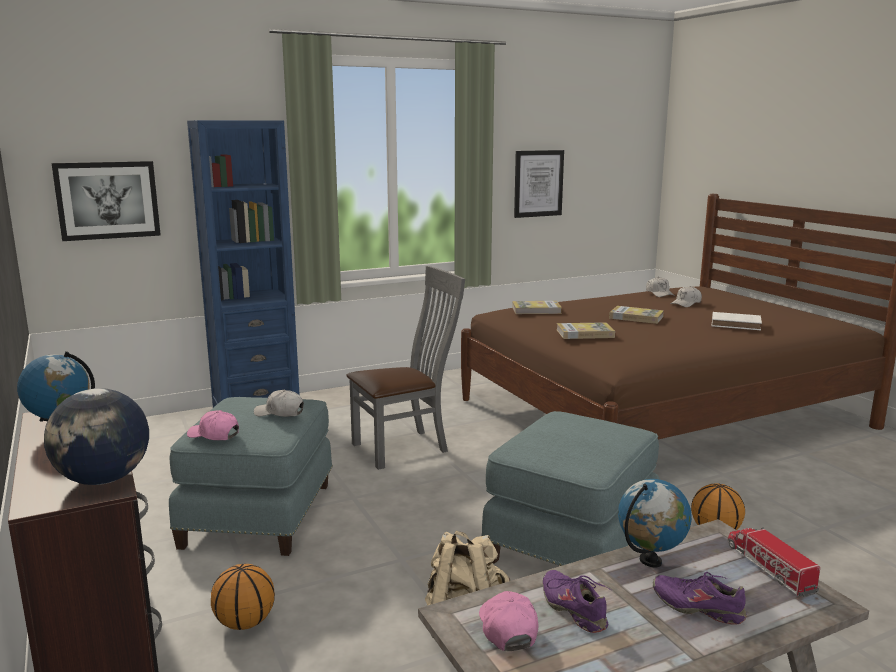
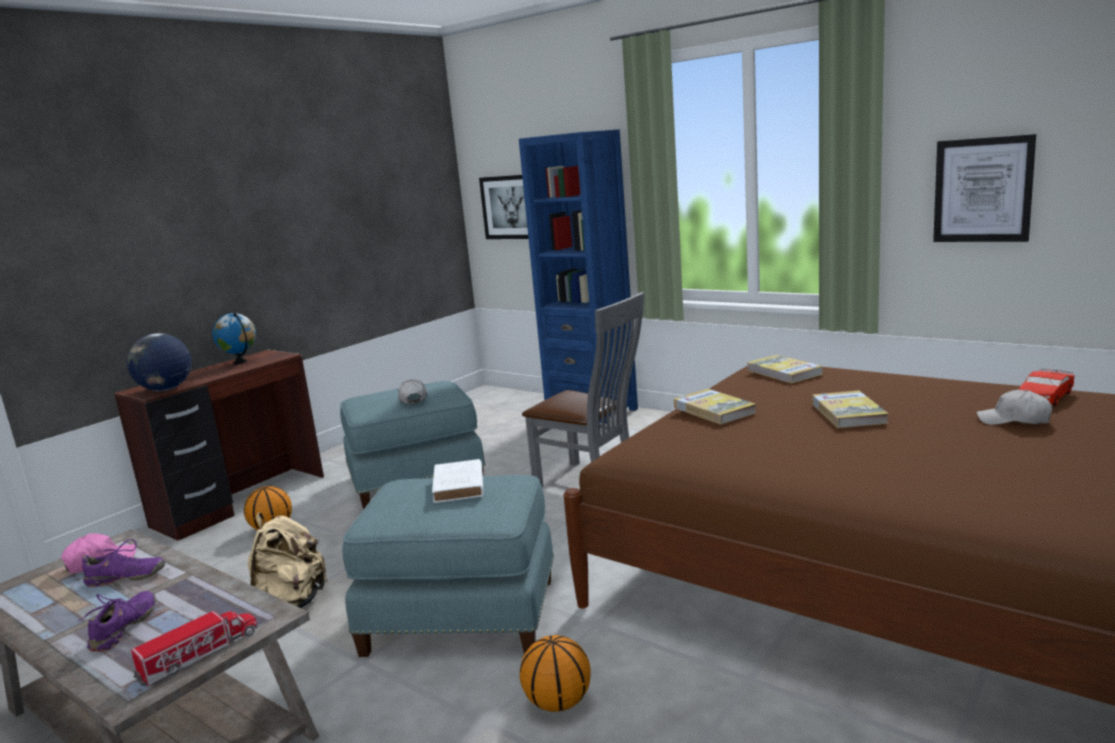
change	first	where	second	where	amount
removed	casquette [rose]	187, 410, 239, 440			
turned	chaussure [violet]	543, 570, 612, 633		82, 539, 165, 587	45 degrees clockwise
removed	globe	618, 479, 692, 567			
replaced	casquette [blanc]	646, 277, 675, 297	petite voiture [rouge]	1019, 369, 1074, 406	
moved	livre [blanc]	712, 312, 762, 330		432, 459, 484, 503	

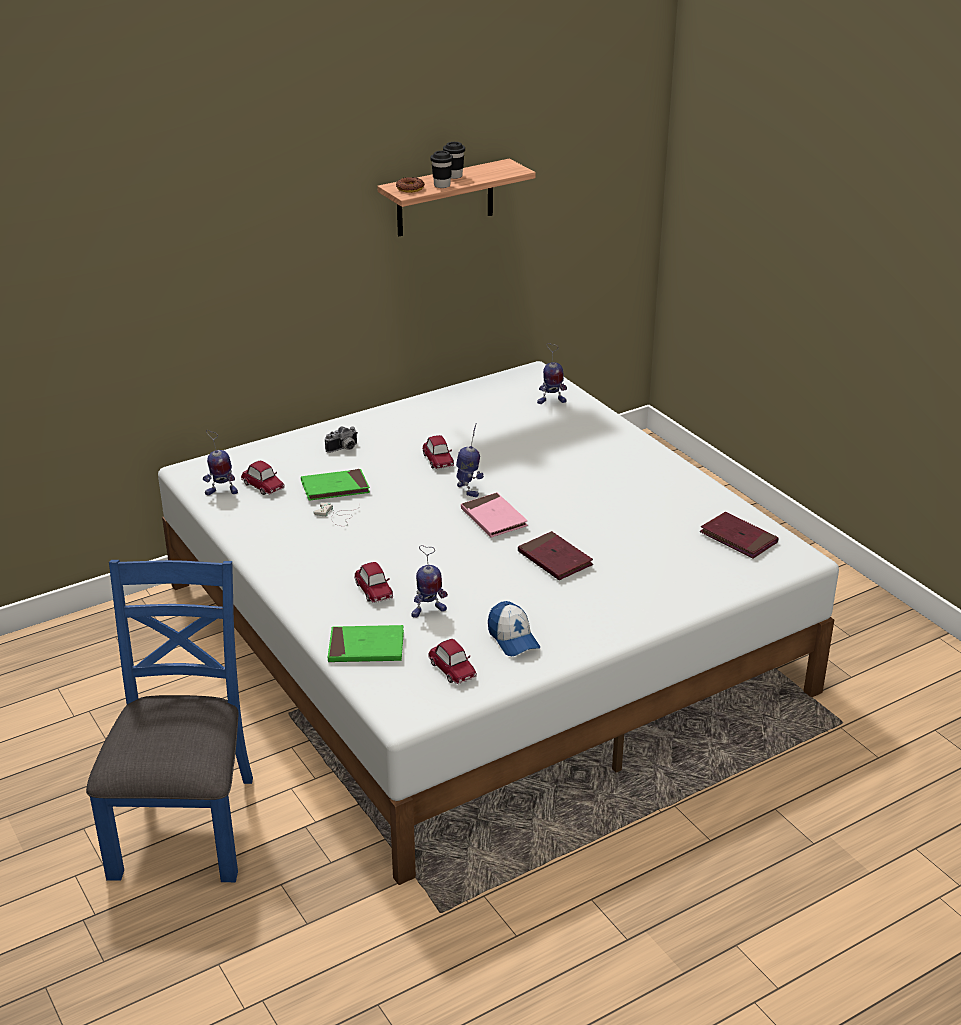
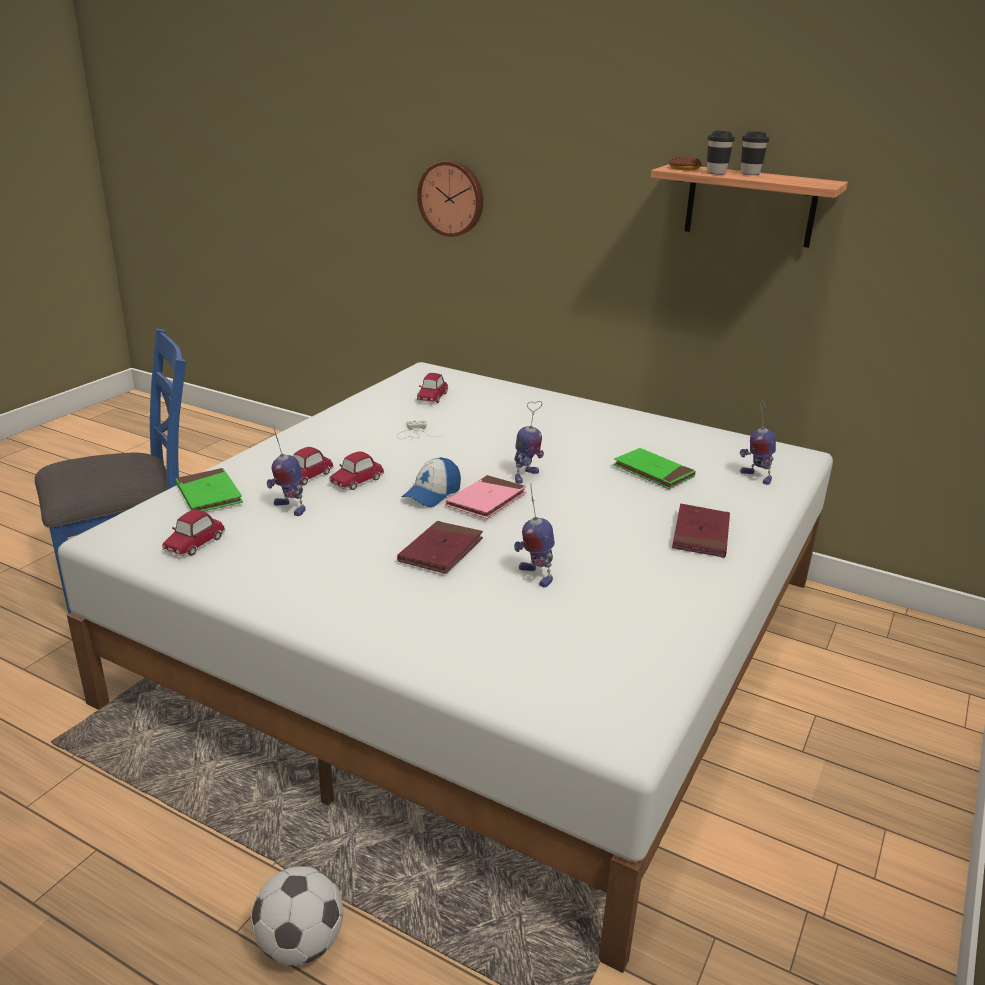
change	first	where	second	where	amount
moved	robot jouet	203, 430, 238, 495		514, 483, 555, 587	
moved	livre [vert]	301, 469, 370, 501		613, 448, 696, 489	
removed	appareil photo	325, 426, 358, 453			
moved	petite voiture	422, 435, 454, 469		329, 451, 384, 490	
moved	casquette	488, 601, 540, 656		402, 457, 461, 507	
moved	livre [rouge]	700, 512, 779, 559		672, 504, 730, 558	
added			ballon de foot	251, 866, 343, 965	
added			horloge murale	417, 161, 483, 237	

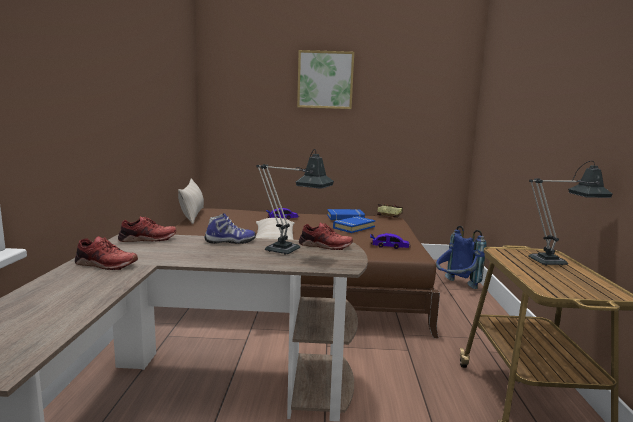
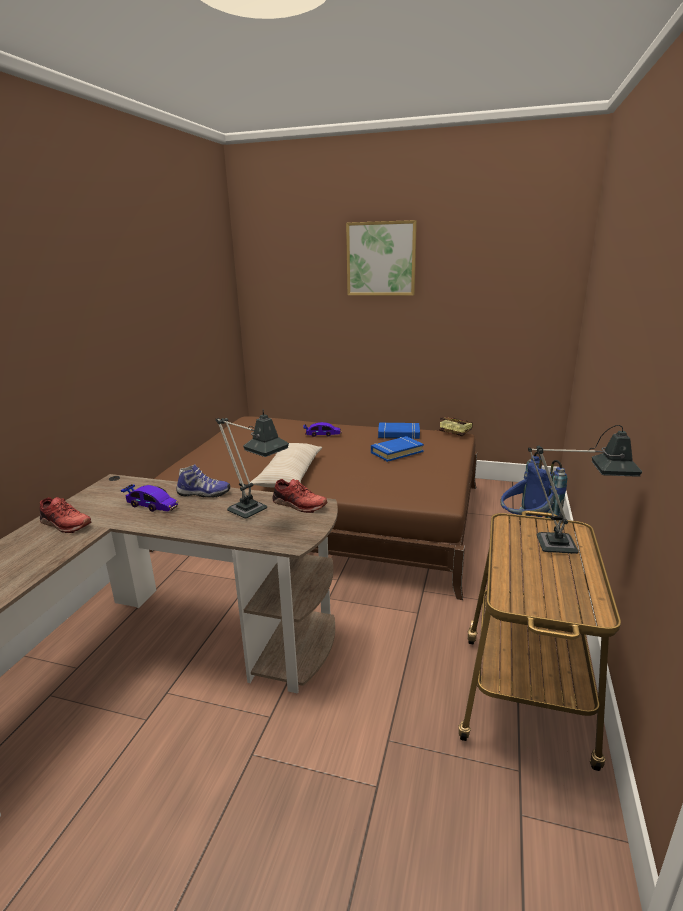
change	first	where	second	where	amount
removed	chaussure [rouge]	118, 216, 176, 242			
removed	coussin [beige]	178, 178, 204, 224			
moved	petite voiture	370, 233, 411, 249		121, 484, 178, 512	

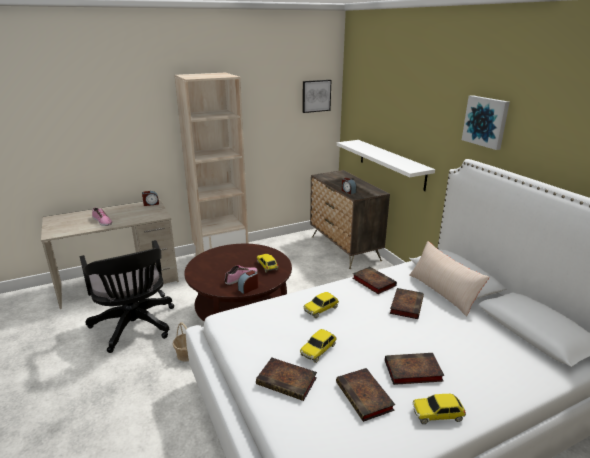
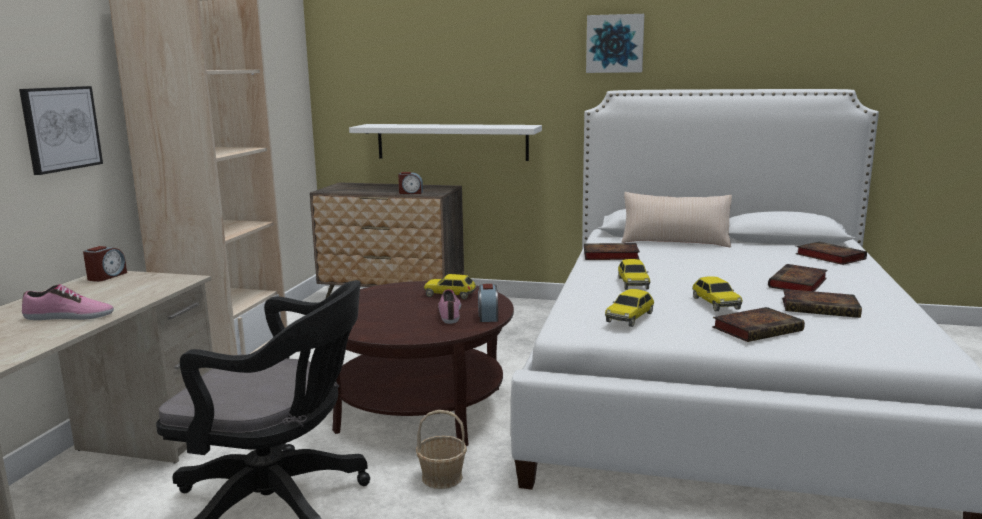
change	first	where	second	where	amount
moved	tableau	302, 80, 331, 113		19, 86, 103, 175	
moved	livre	390, 288, 424, 319		796, 242, 867, 265	
moved	petite voiture	413, 394, 466, 424		605, 289, 654, 327	

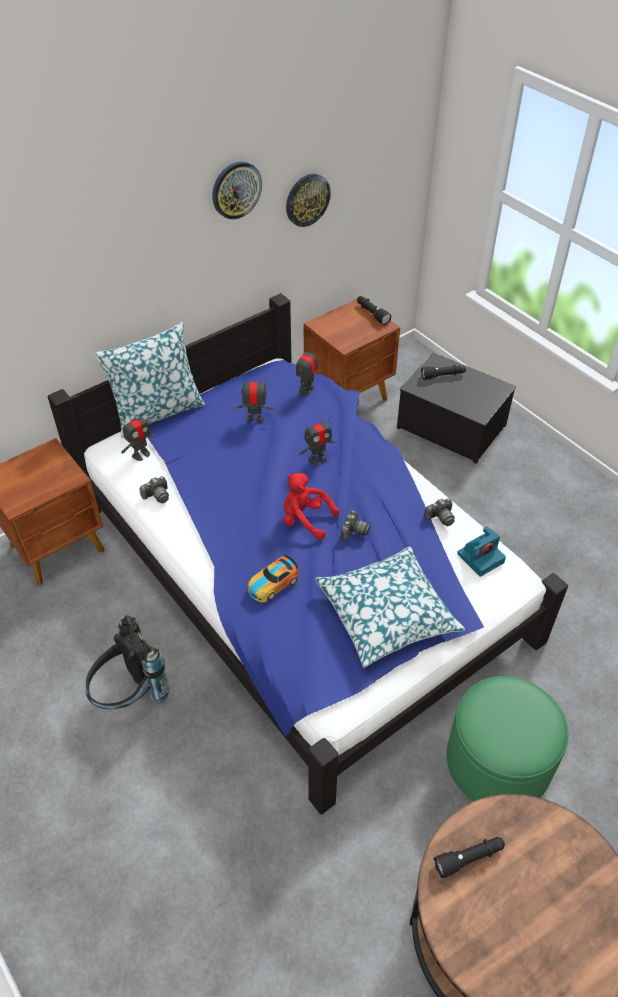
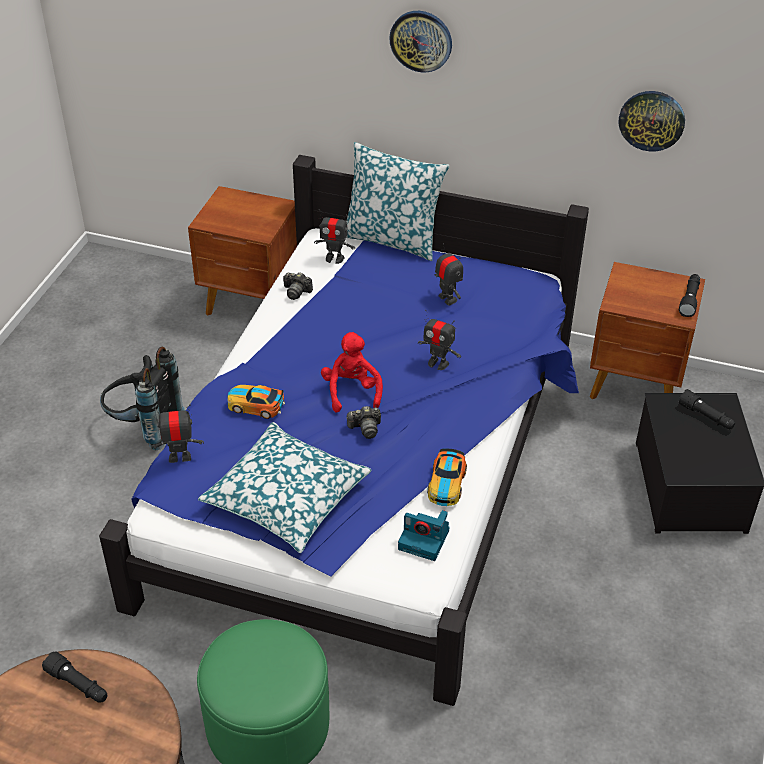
change	first	where	second	where	amount
moved	horloge murale	212, 161, 262, 219		389, 11, 452, 73	
moved	robot jouet	296, 342, 318, 396		152, 404, 204, 463	
replaced	appareil photo	424, 498, 455, 526	petite voiture	427, 449, 467, 506	

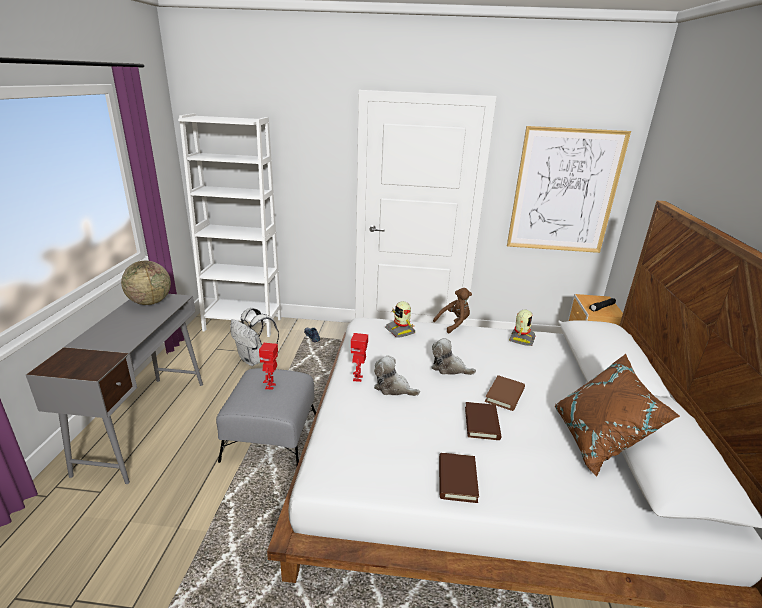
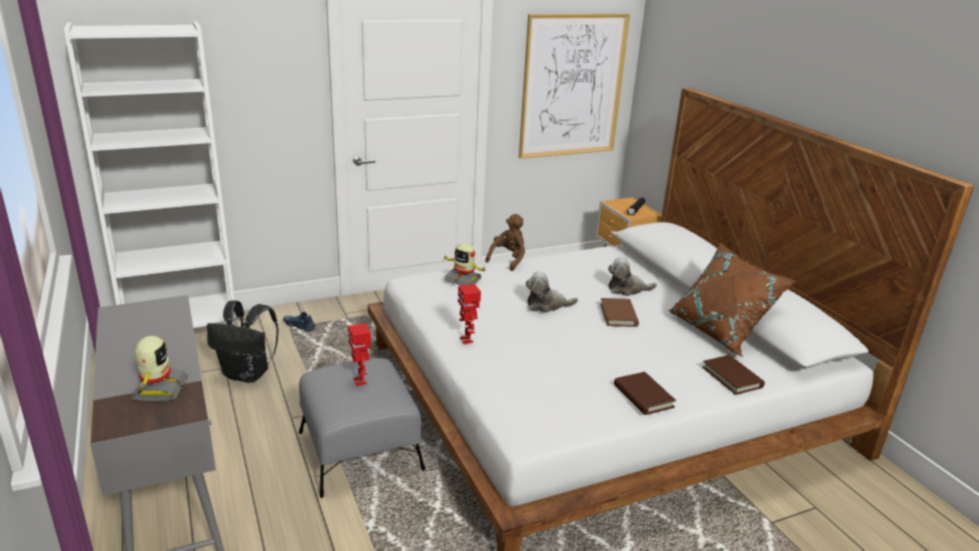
change	first	where	second	where	amount
removed	globe	121, 261, 171, 305			
recoloured	sac à dos [blanc]	231, 308, 279, 366	sac à dos [noir]	207, 300, 279, 382	
moved	peluche	374, 355, 420, 396		608, 257, 657, 296	
moved	livre [marron]	465, 402, 501, 440		702, 355, 765, 395	
moved	robot jouet	509, 310, 536, 346		132, 336, 188, 401	

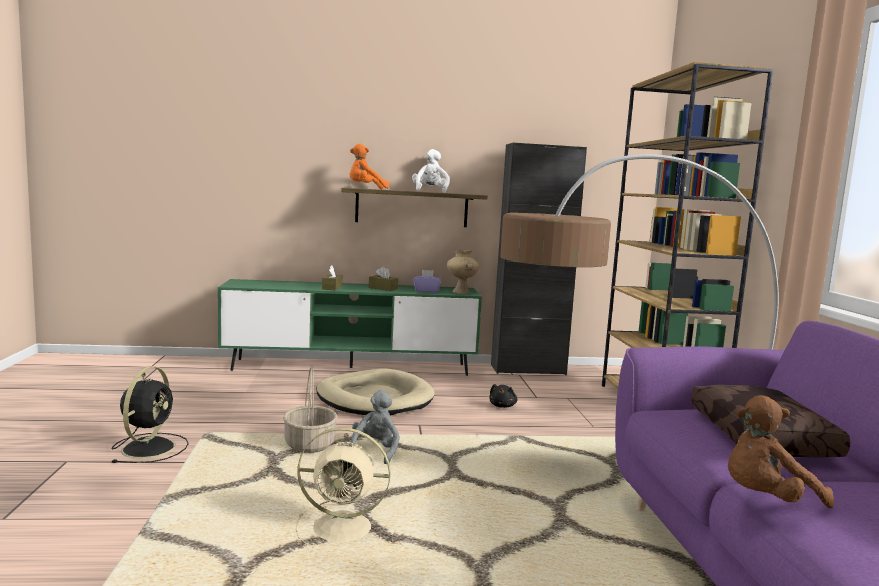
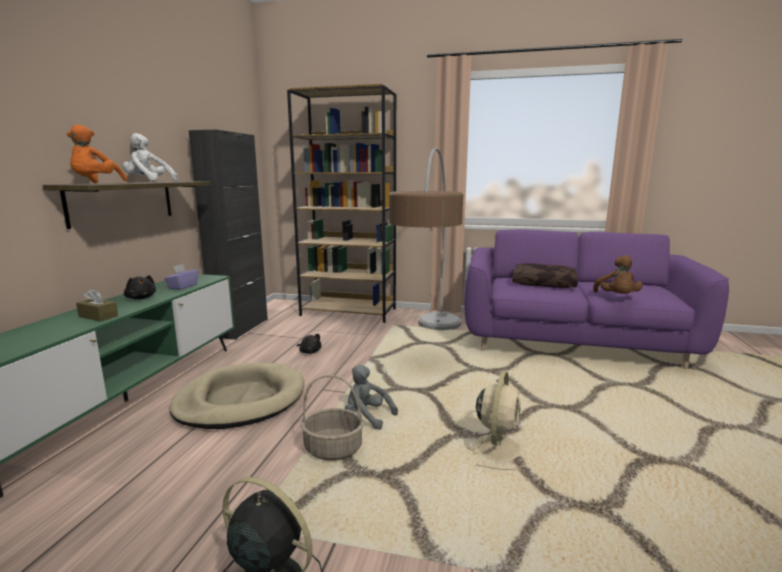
change	first	where	second	where	amount
replaced	boîte à mouchoirs [marron]	369, 266, 398, 291	peluche [noir]	124, 275, 156, 300	
removed	vase [beige]	447, 250, 479, 294			

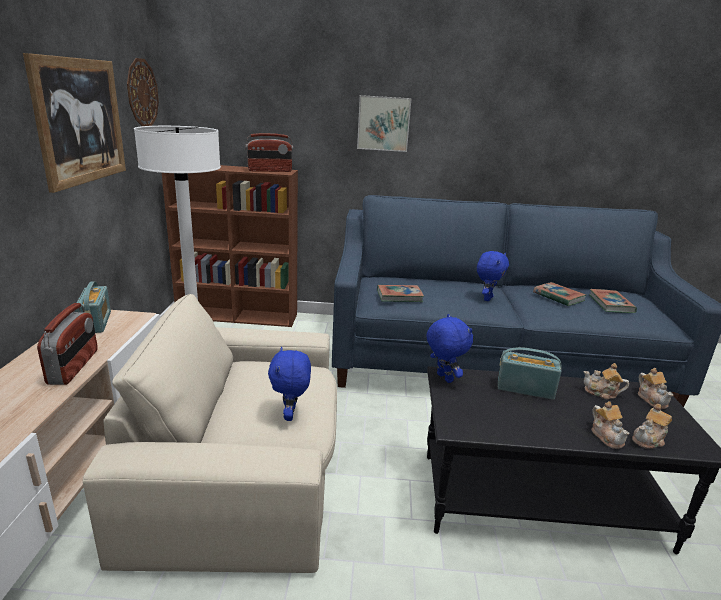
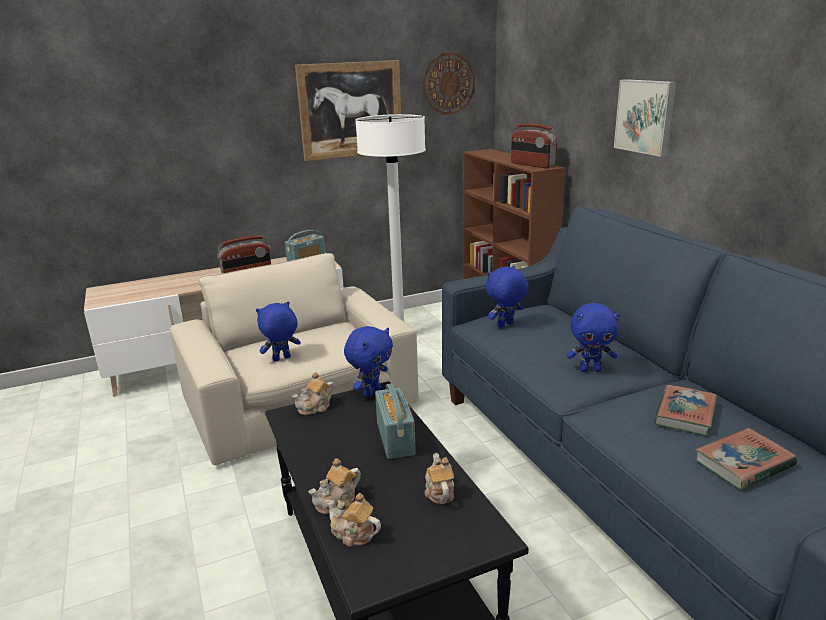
change	first	where	second	where	amount
replaced	livre	377, 285, 424, 302	peluche [bleu]	486, 266, 529, 328	
moved	théière	638, 368, 673, 409		292, 372, 335, 415	

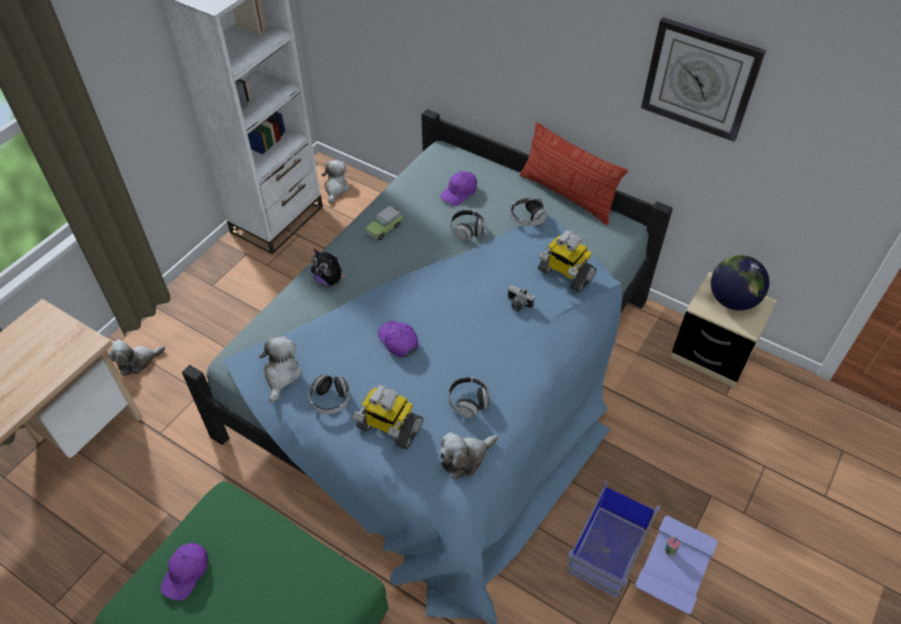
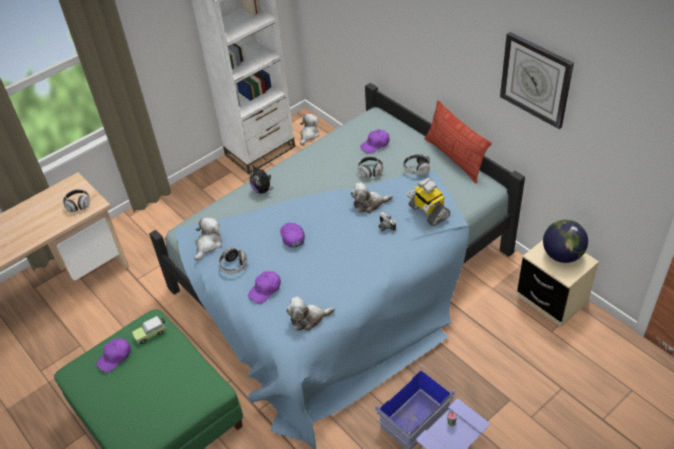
change	first	where	second	where	amount
moved	peluche	109, 340, 165, 376		351, 182, 393, 213	
replaced	robot jouet	353, 385, 423, 449	casquette [violet]	248, 271, 281, 304	
moved	petite voiture	365, 206, 403, 240		132, 316, 166, 344	
moved	casque audio	448, 377, 490, 418		63, 189, 90, 212	

